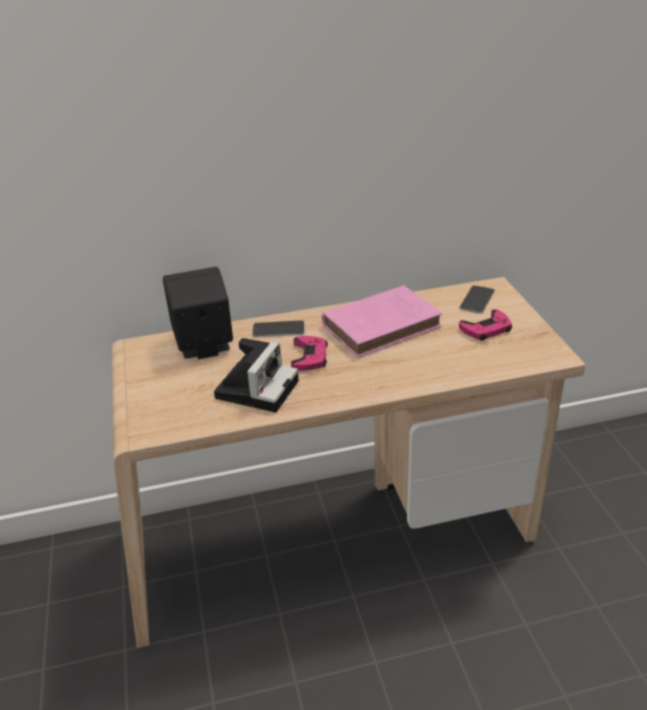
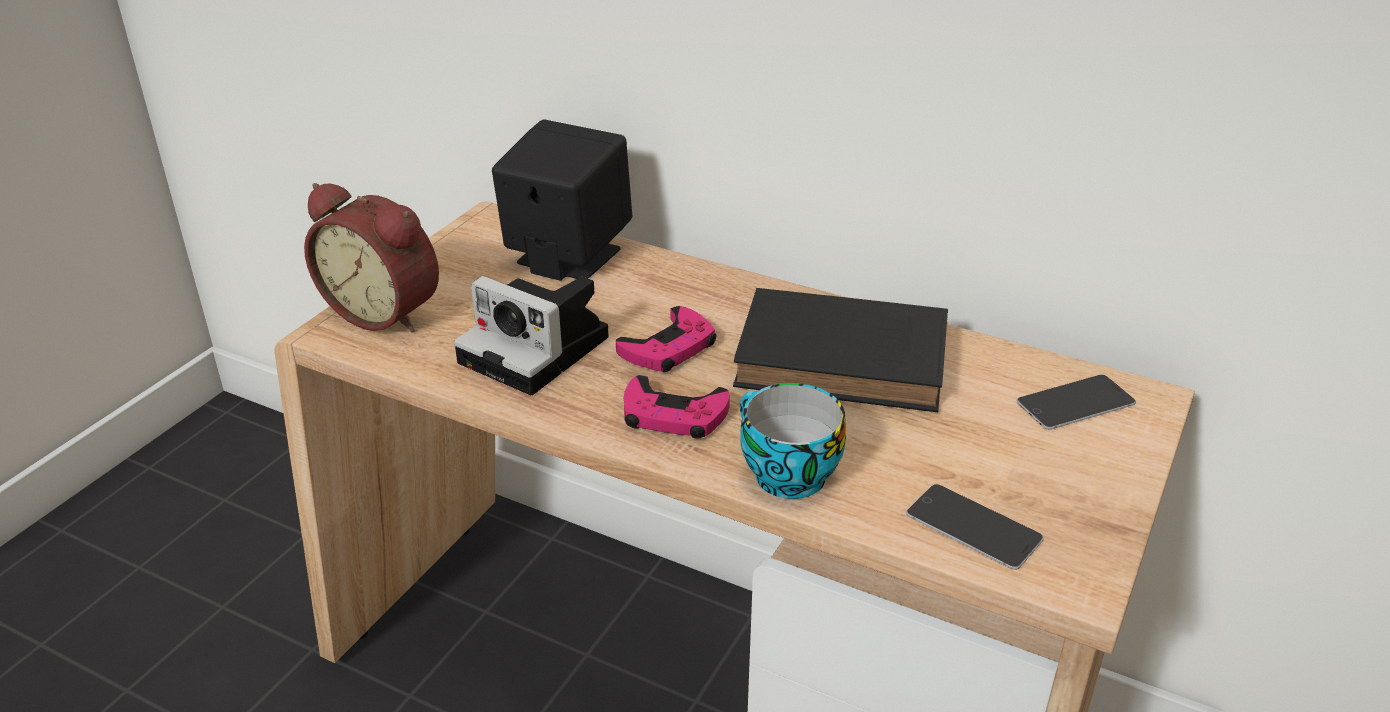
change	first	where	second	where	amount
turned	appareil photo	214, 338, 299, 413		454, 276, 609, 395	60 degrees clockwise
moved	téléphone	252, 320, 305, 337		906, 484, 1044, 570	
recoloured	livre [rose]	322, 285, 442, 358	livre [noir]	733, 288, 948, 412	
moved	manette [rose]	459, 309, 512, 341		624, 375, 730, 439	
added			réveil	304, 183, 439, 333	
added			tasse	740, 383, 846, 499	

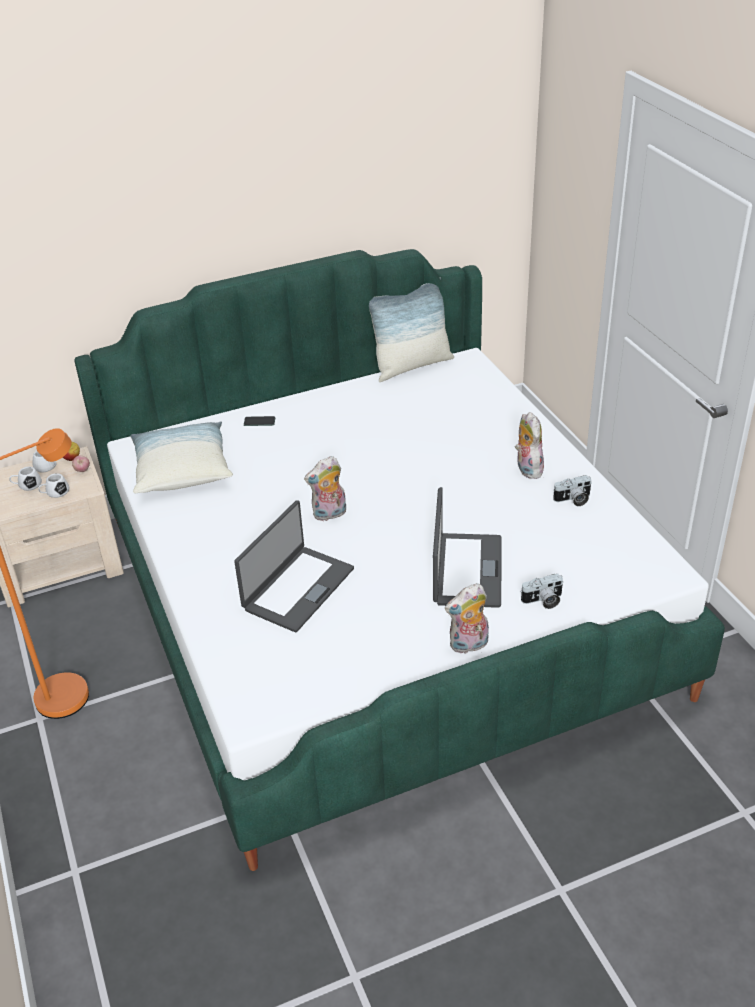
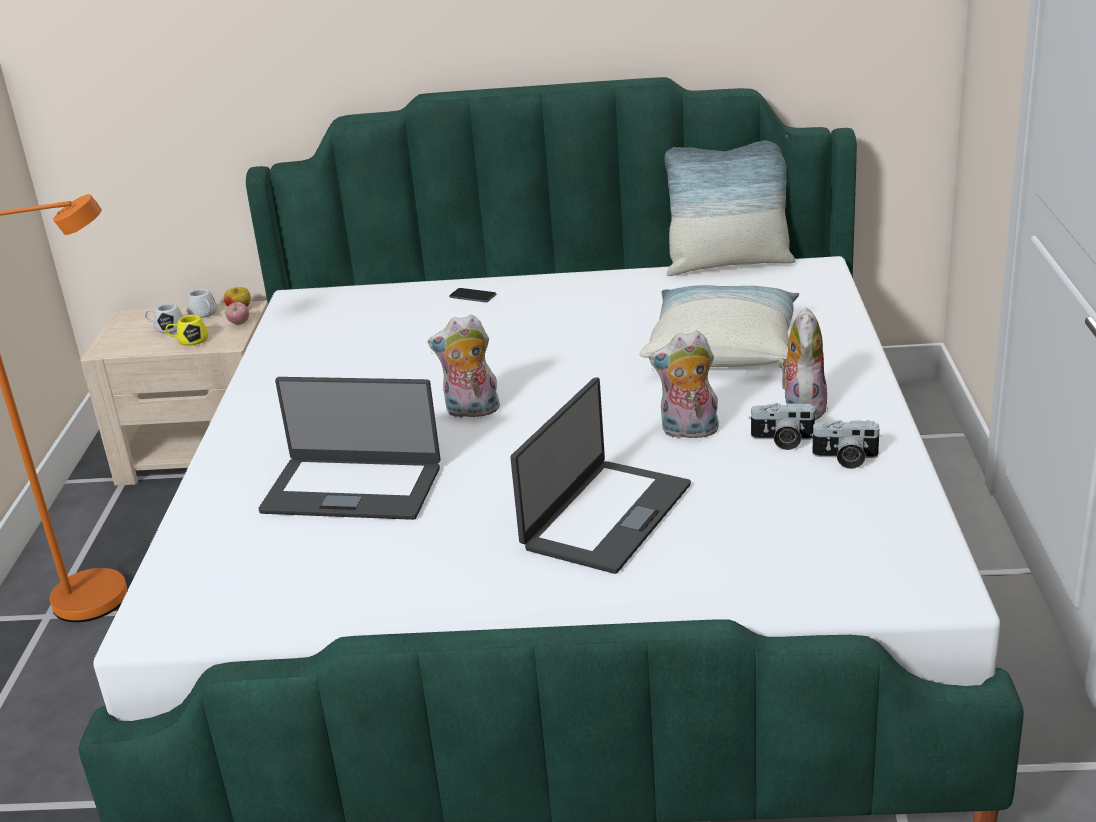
change	first	where	second	where	amount
recoloured	mug [blanc]	38, 473, 70, 498	mug [jaune]	166, 315, 209, 346	
moved	coussin	130, 421, 233, 493		639, 285, 799, 367	
turned	ordinateur portable	234, 500, 354, 633		258, 377, 441, 520	45 degrees clockwise
moved	peluche	445, 583, 489, 654		649, 331, 719, 439	
moved	appareil photo	520, 574, 563, 609		748, 403, 817, 450	

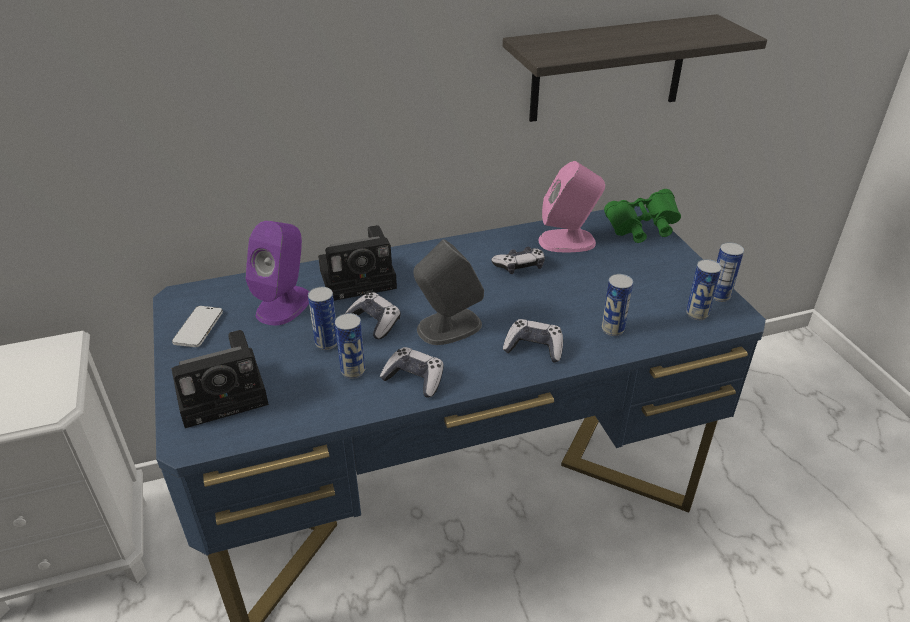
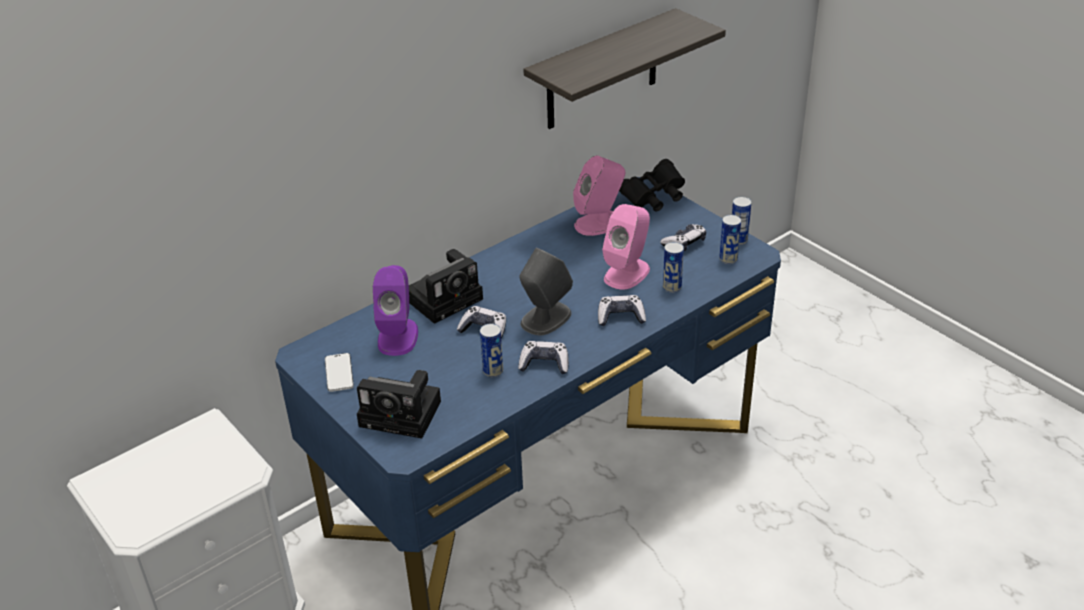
change	first	where	second	where	amount
turned	appareil photo	172, 330, 269, 428		357, 370, 441, 438	60 degrees clockwise
removed	boîte métallique	308, 287, 337, 350			
moved	manette	491, 247, 545, 274		660, 224, 706, 251	
recoloured	jumelles [vert]	604, 189, 681, 243	jumelles [noir]	619, 159, 685, 212	
added			enceinte [rose]	602, 204, 650, 290	

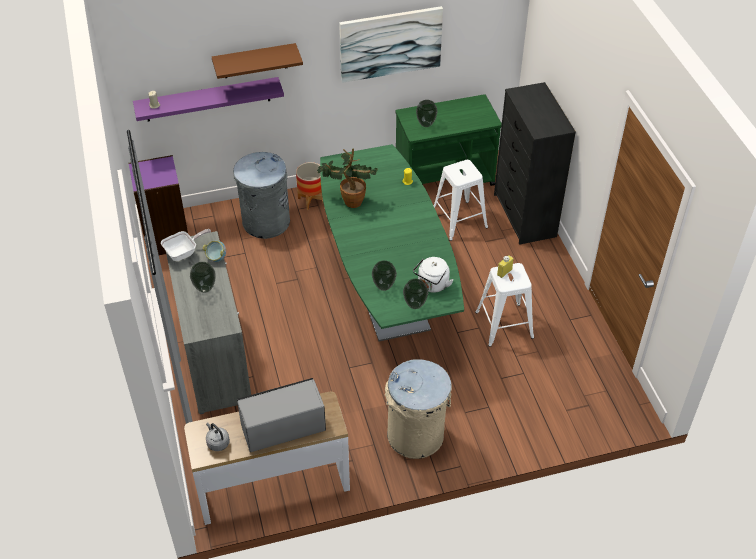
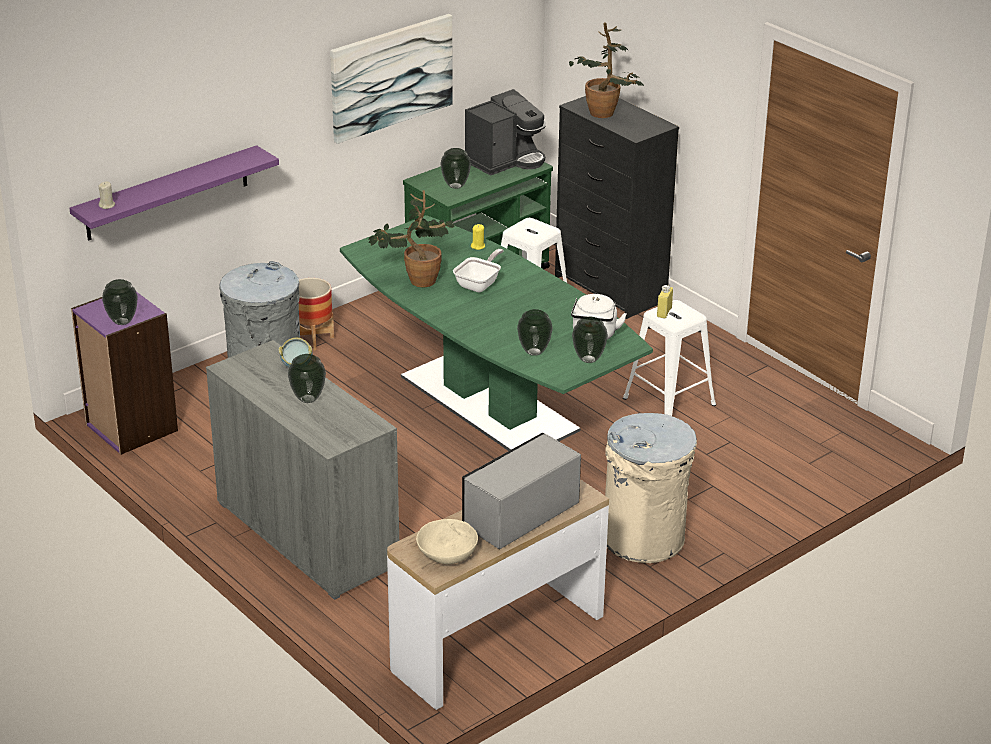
change	first	where	second	where	amount
moved	poêle	161, 229, 211, 261		453, 249, 504, 292	
replaced	bouilloire [gris]	206, 422, 230, 451	bol [beige]	416, 519, 478, 564	
removed	étagère [marron]	212, 43, 303, 79			
added			vase	102, 279, 138, 325	
added			machine à café	465, 89, 546, 176	
added			plante en pot	569, 22, 645, 118	

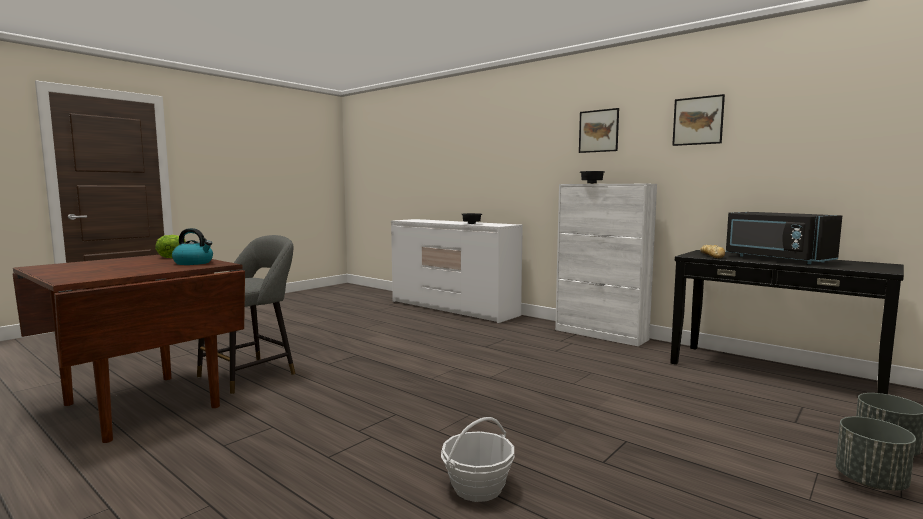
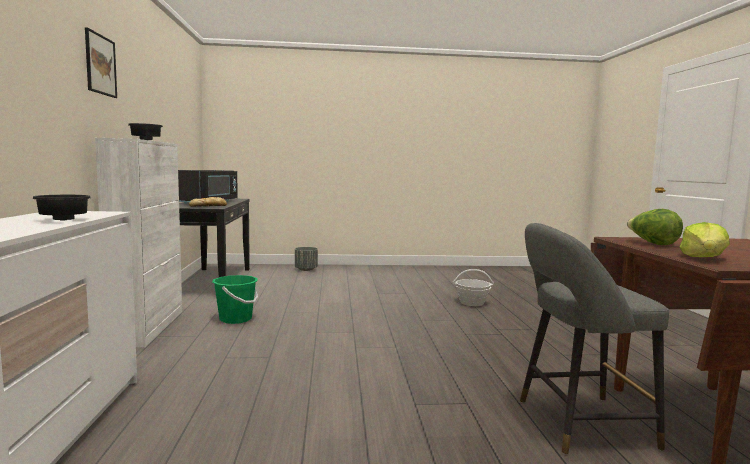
change	first	where	second	where	amount
replaced	bouilloire	172, 228, 213, 265	laitue	627, 209, 683, 245	
removed	tableau	672, 94, 725, 146			
removed	cache-pot [gris]	836, 417, 916, 491			
added			seau [vert]	212, 275, 258, 324	

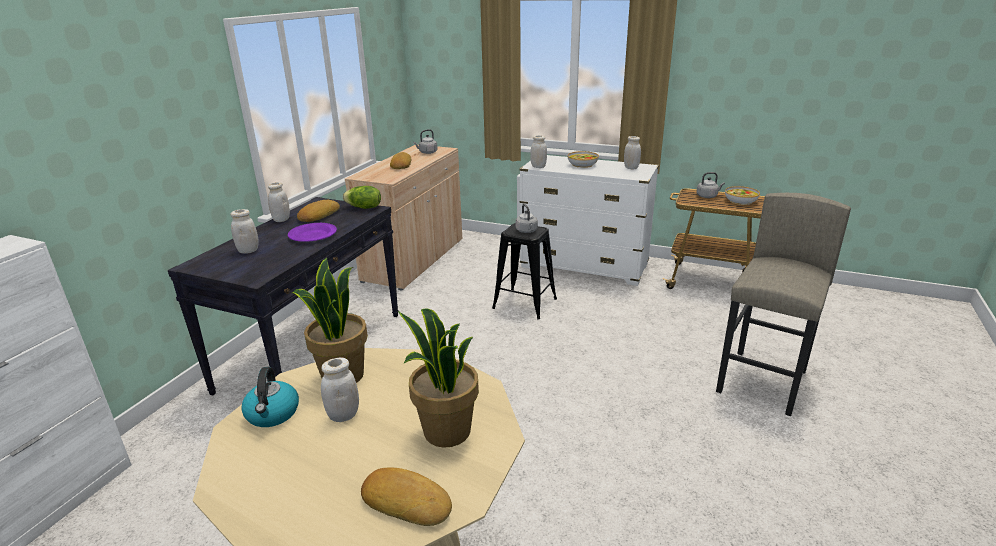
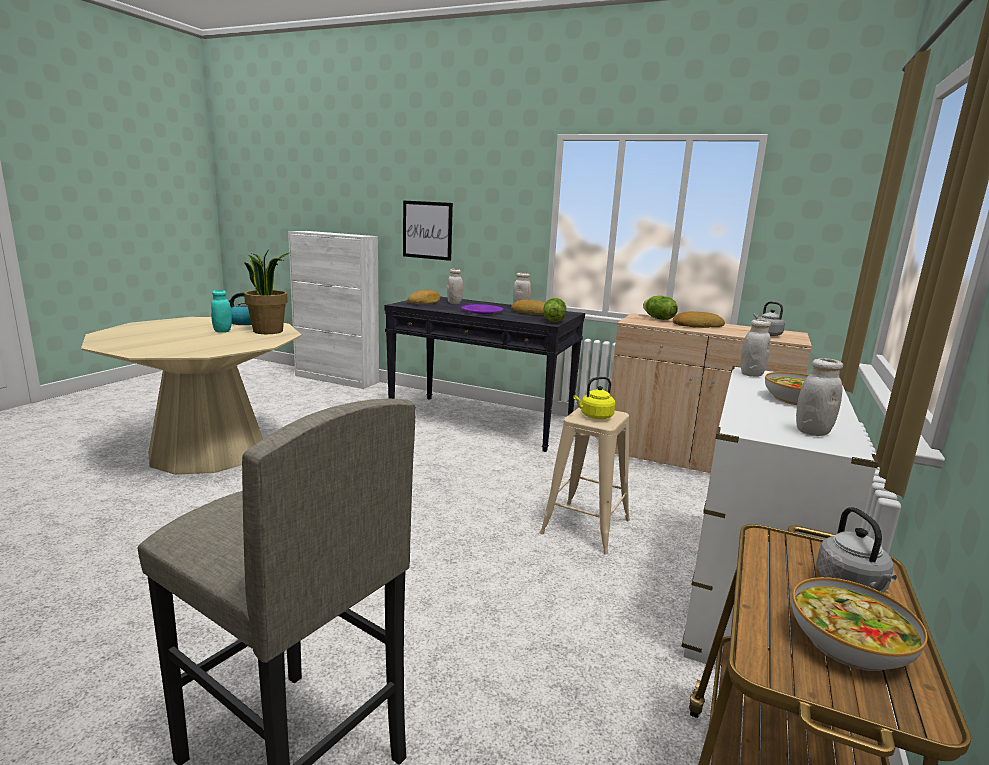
change	first	where	second	where	amount
recoloured	bocal [blanc]	321, 357, 359, 422	bocal [turquoise]	211, 290, 232, 333	
moved	pain	361, 468, 452, 526		407, 290, 440, 304	
removed	plante en pot	398, 308, 479, 448			
recoloured	tabouret [noir]	492, 223, 557, 319	tabouret [beige]	540, 408, 630, 554	
recoloured	bouilloire [gris]	516, 204, 538, 233	bouilloire [jaune]	573, 377, 615, 419	
added			tableau	403, 201, 453, 261	
added			laitue	643, 296, 678, 320	

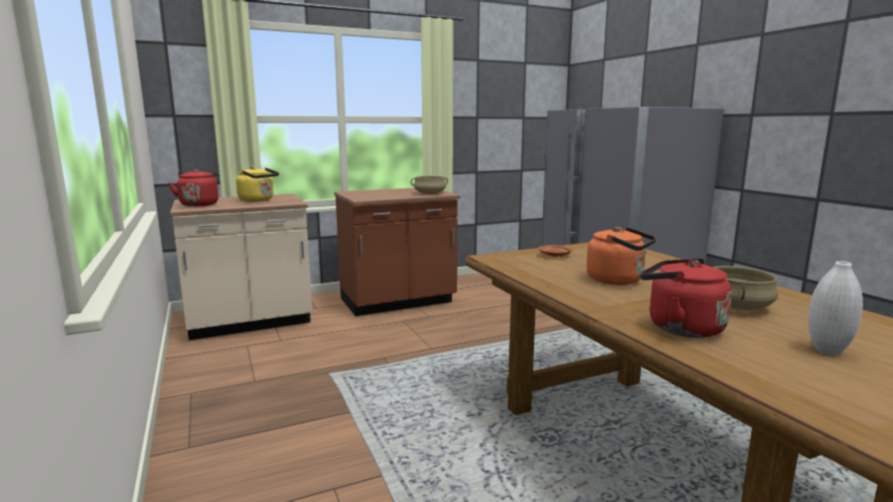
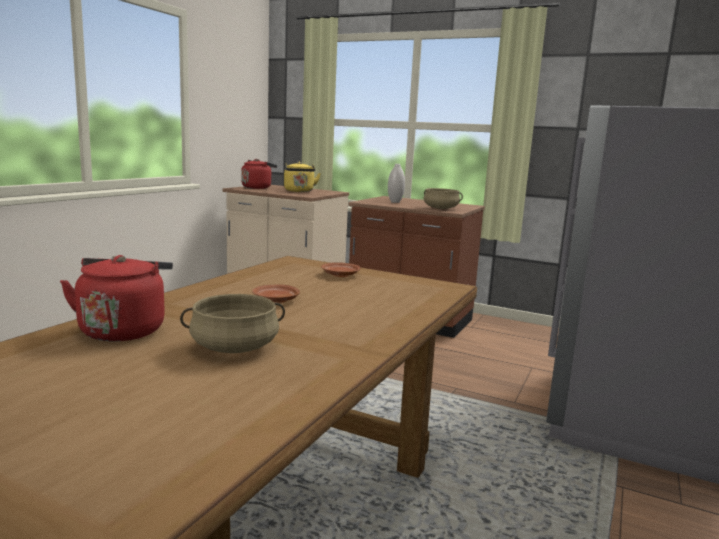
change	first	where	second	where	amount
replaced	bouilloire [orange]	587, 227, 656, 285	assiette [marron]	252, 284, 300, 303	
moved	vase [blanc]	808, 261, 863, 355		388, 164, 405, 203	

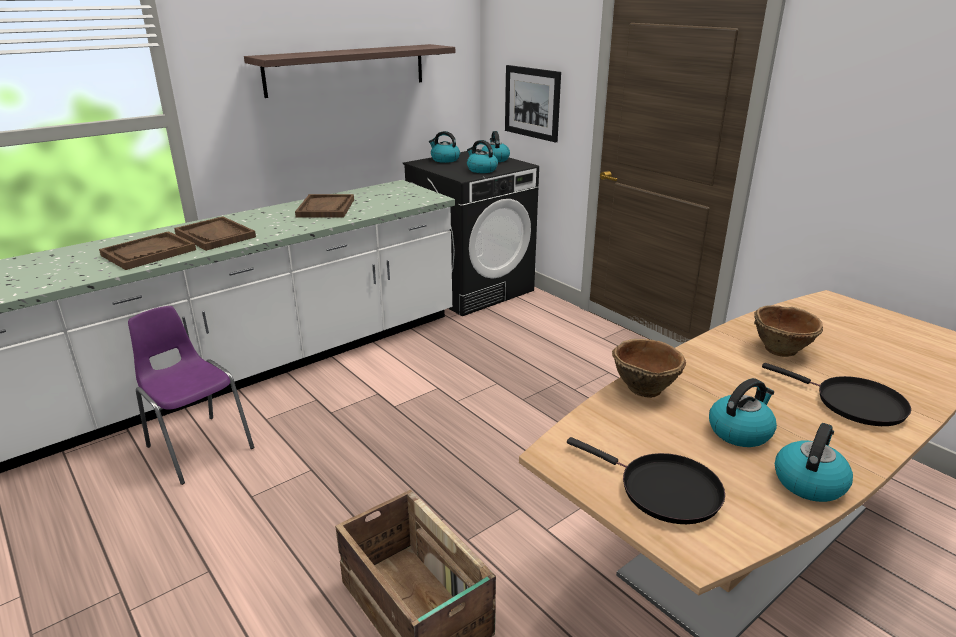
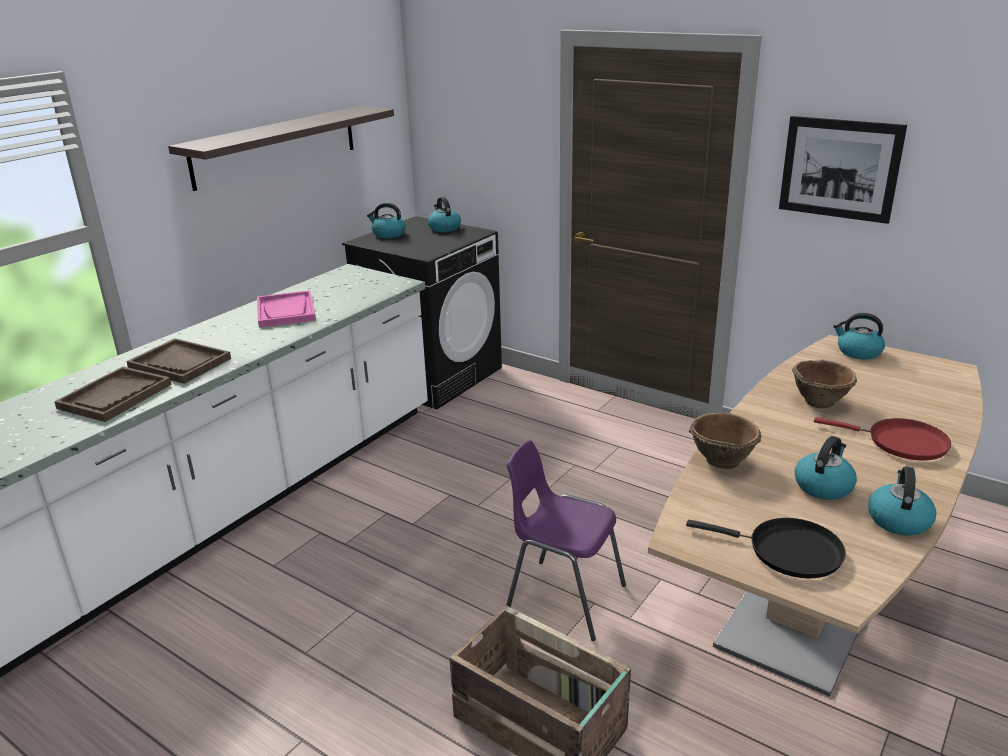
change	first	where	second	where	amount
moved	chaise [violet]	128, 306, 254, 485		506, 440, 626, 641	
recoloured	plateau [marron]	295, 194, 354, 218	plateau [rose]	257, 290, 316, 328	
moved	bouilloire	467, 140, 498, 173		833, 313, 885, 360	
moved	tableau	505, 65, 561, 143		779, 116, 907, 224	
recoloured	poêle [noir]	762, 363, 911, 426	poêle [rouge]	814, 417, 951, 460	

